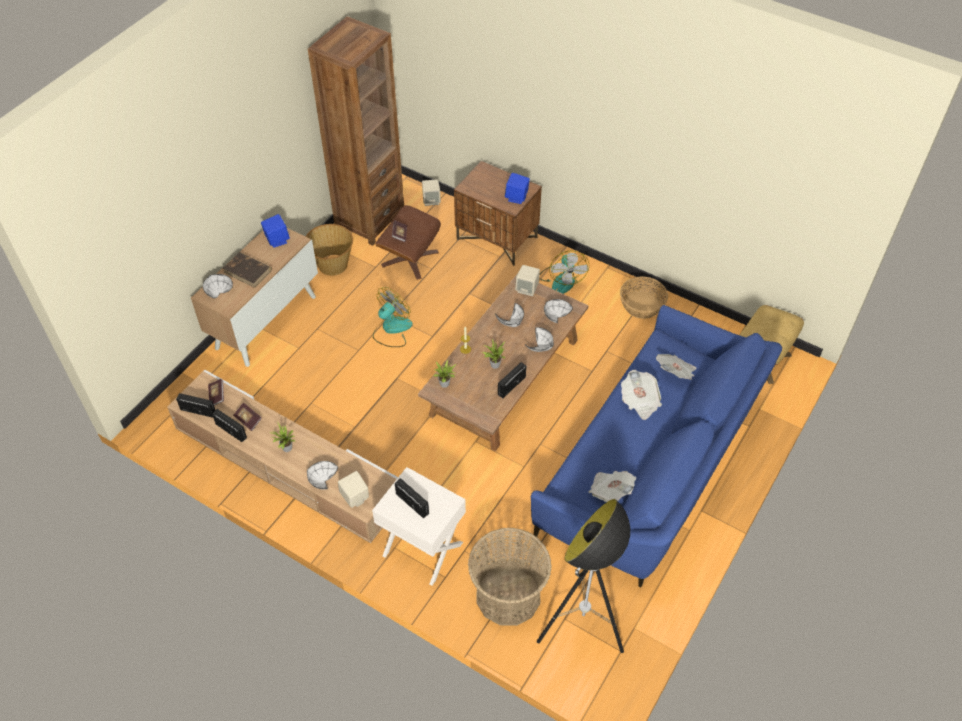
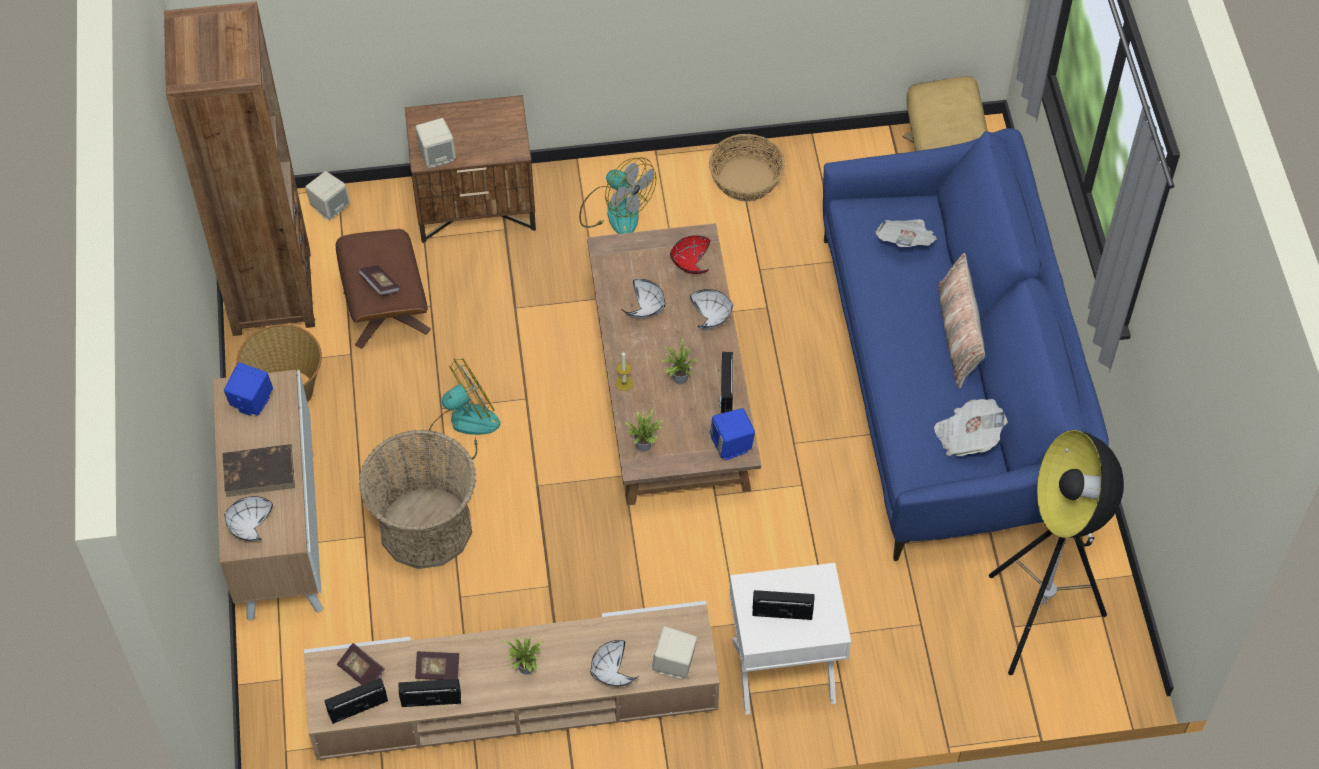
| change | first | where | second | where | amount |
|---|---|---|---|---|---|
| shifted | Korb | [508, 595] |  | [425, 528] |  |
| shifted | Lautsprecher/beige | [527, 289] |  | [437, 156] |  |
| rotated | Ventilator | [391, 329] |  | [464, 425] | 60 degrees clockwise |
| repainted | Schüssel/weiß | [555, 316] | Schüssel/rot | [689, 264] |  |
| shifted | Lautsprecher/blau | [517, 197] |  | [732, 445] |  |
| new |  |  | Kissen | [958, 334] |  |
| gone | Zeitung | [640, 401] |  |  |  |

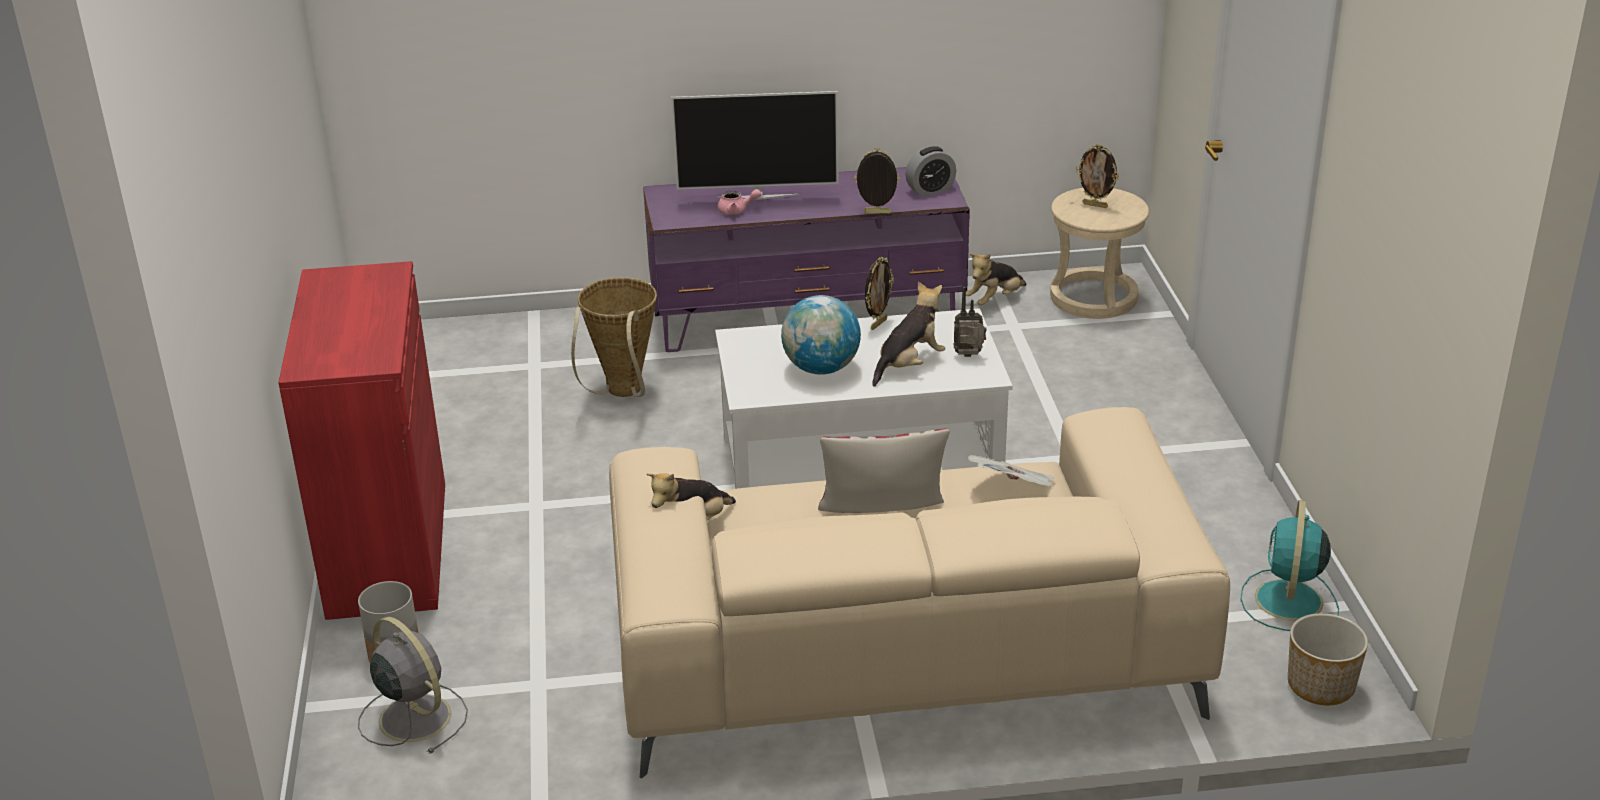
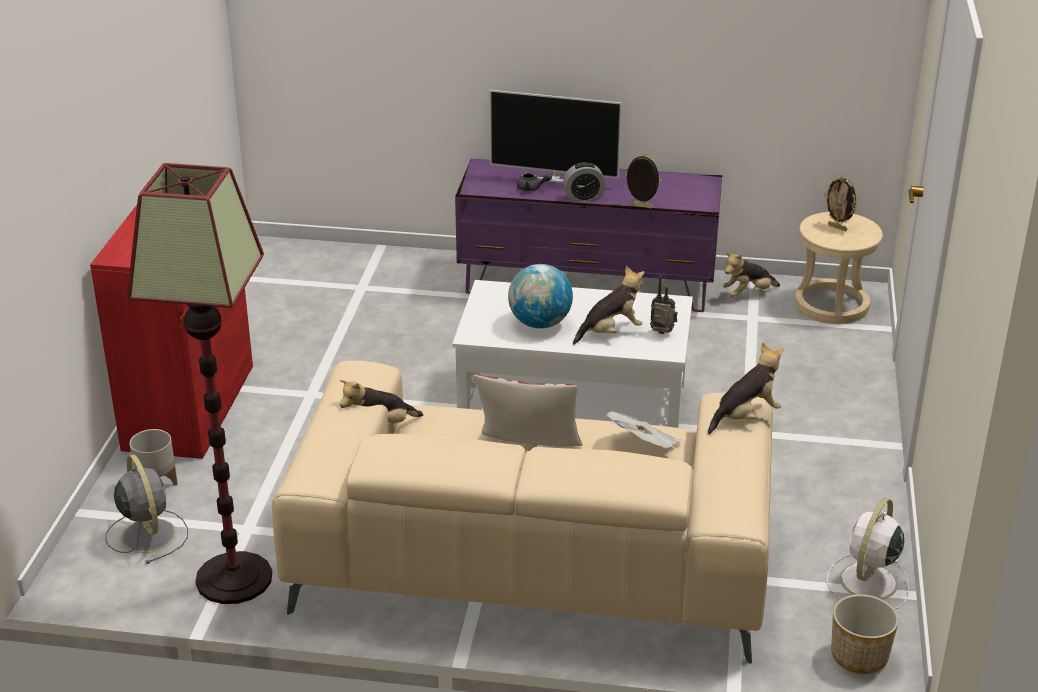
| change | first | where | second | where | amount |
|---|---|---|---|---|---|
| new |  |  | Stehlampe | [233, 579] |  |
| repainted | Teekanne/rosa | [737, 211] | Teekanne/grau | [532, 188] |  |
| shifted | Wecker | [930, 189] |  | [583, 198] |  |
| new |  |  | Plüschtier | [745, 417] |  |
| repainted | Ventilator/türkis | [1288, 602] | Ventilator/weiß | [867, 583] |  |
| gone | Korb | [622, 393] |  |  |  |
| gone | Bilderrahmen | [878, 324] |  |  |  |

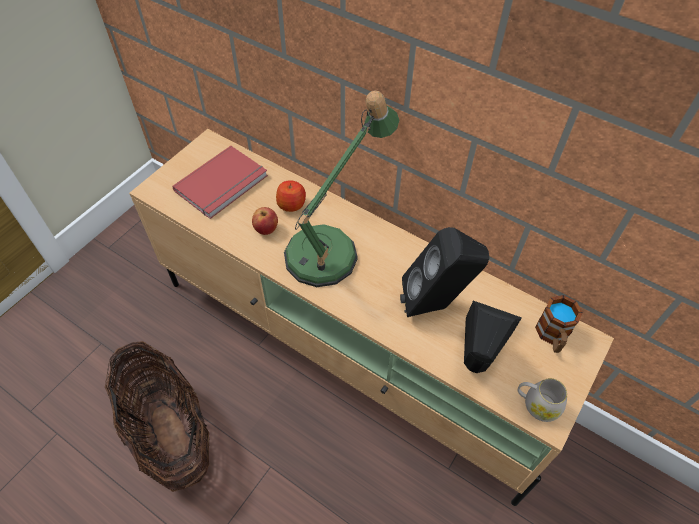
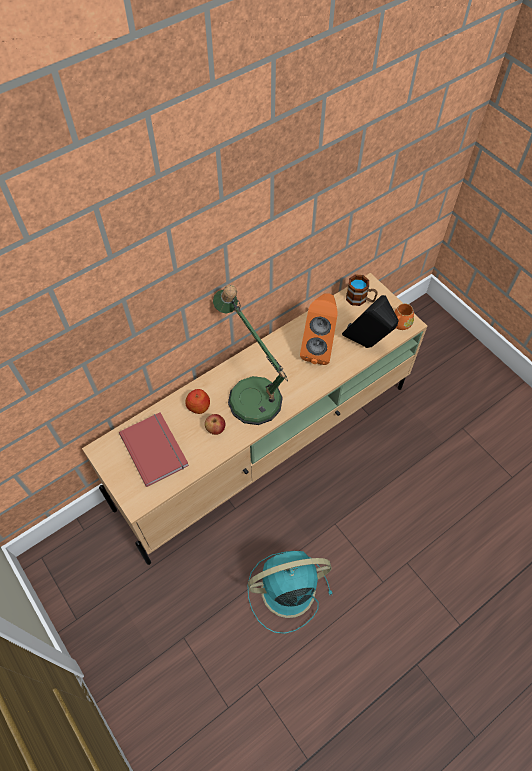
| change | first | where | second | where | amount |
|---|---|---|---|---|---|
| swapped | Korb | [170, 431] | Ventilator/türkis | [285, 590] |  |
| repainted | Lautsprecher/schwarz | [436, 305] | Lautsprecher/orange | [318, 348] |  |
| repainted | Henkelbecher/weiß | [536, 404] | Henkelbecher/orange | [399, 325] |  |

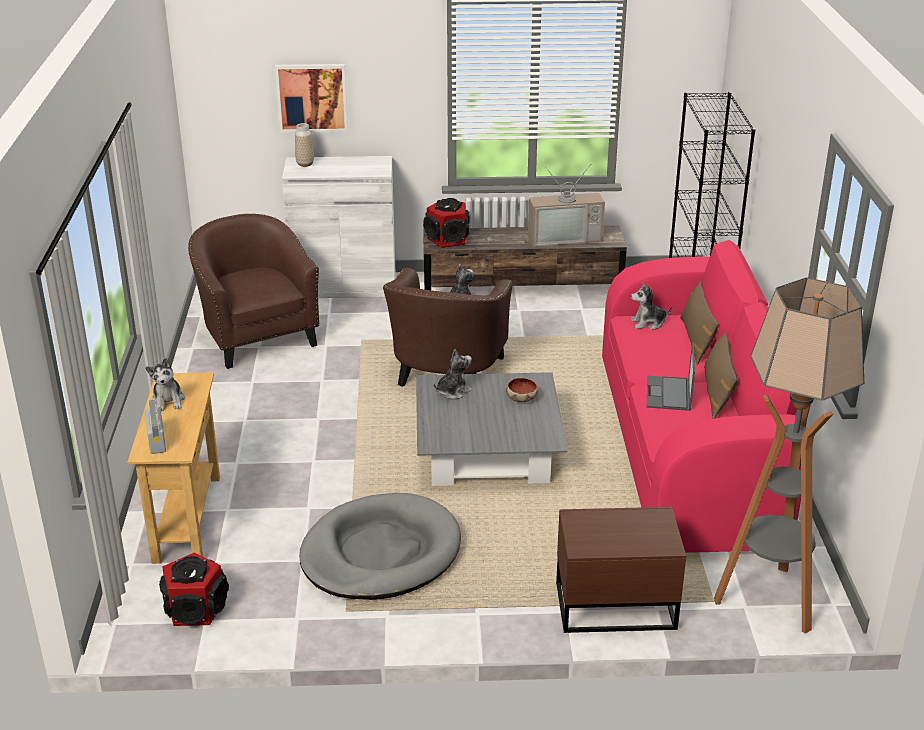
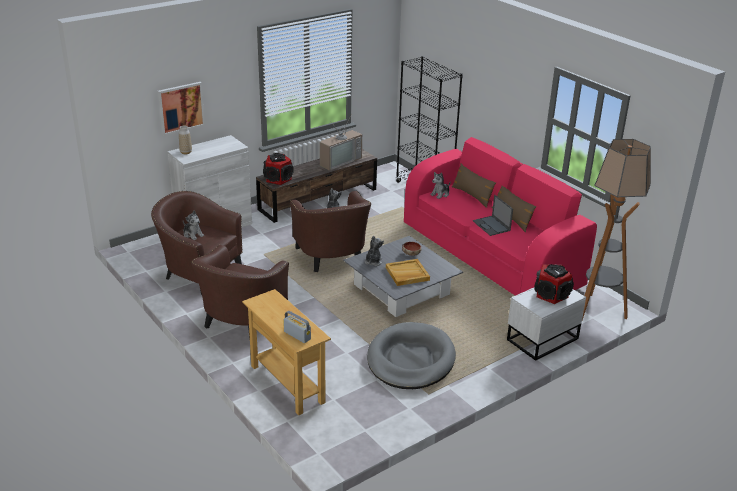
| change | first | where | second | where | amount |
|---|---|---|---|---|---|
| shifted | Plüschtier | [168, 401] |  | [193, 234] |  |
| new |  |  | Sessel/braun | [240, 321] |  |
| new |  |  | Tablett/beige | [407, 274] |  |
| repainted | Nachttisch/braun | [613, 604] | Nachttisch/weiß | [540, 339] |  |
| shifted | Lautsprecher | [196, 609] |  | [551, 294] |  |

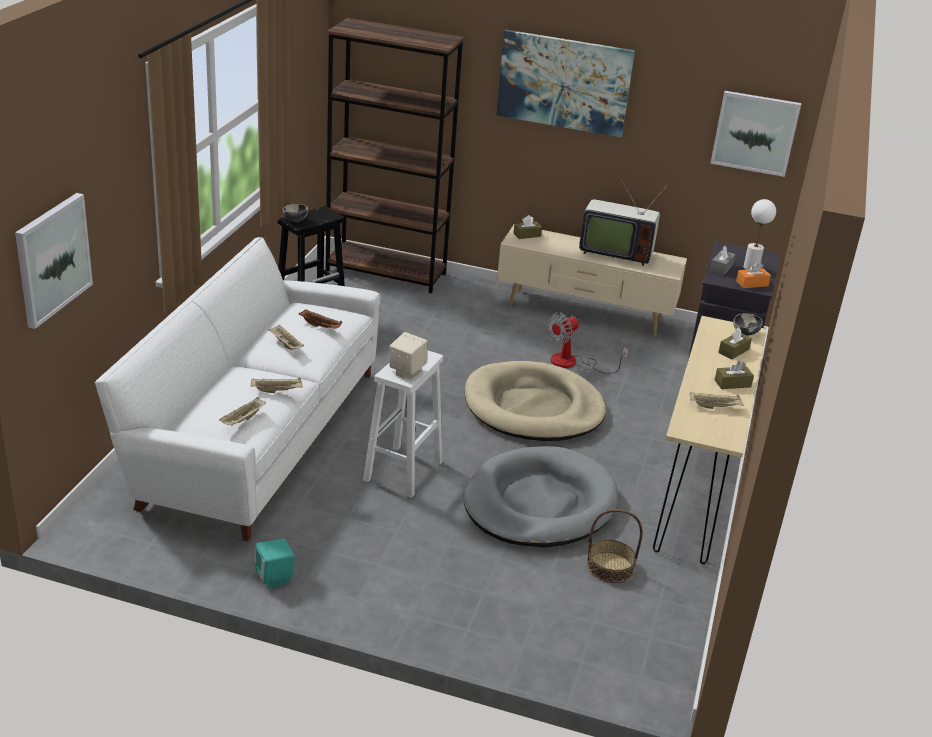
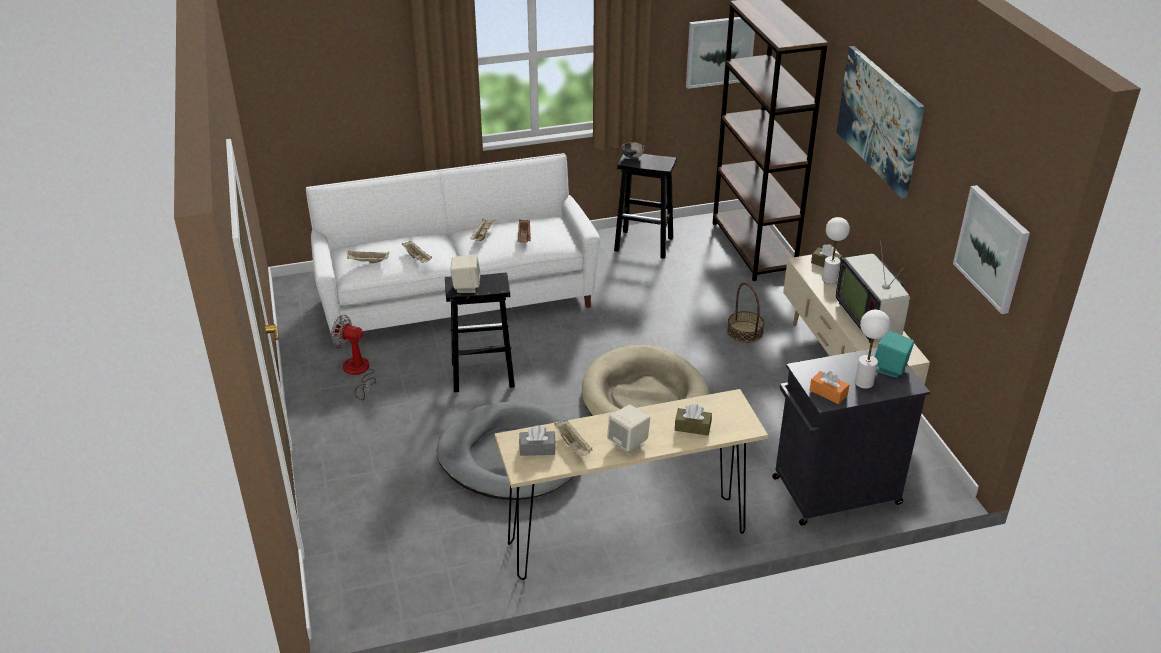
| change | first | where | second | where | amount |
|---|---|---|---|---|---|
| shifted | Ventilator | [573, 363] |  | [358, 372] |  |
| repainted | Hocker/weiß | [402, 472] | Hocker/schwarz | [481, 375] |  |
| shifted | Taschentuchbox/grau | [721, 268] |  | [537, 449] |  |
| swapped | Taschentuchbox/braun | [732, 383] | Lautsprecher/beige | [628, 444] |  |
| shifted | Bild | [52, 259] |  | [719, 51] |  |
| shifted | Korb | [610, 567] |  | [745, 332] |  |
| new |  |  | Tischlampe/weiß | [829, 279] |  |
| shifted | Lautsprecher/türkis | [274, 577] |  | [890, 368] |  |
| gone | Schüssel | [745, 333] |  |  |  |

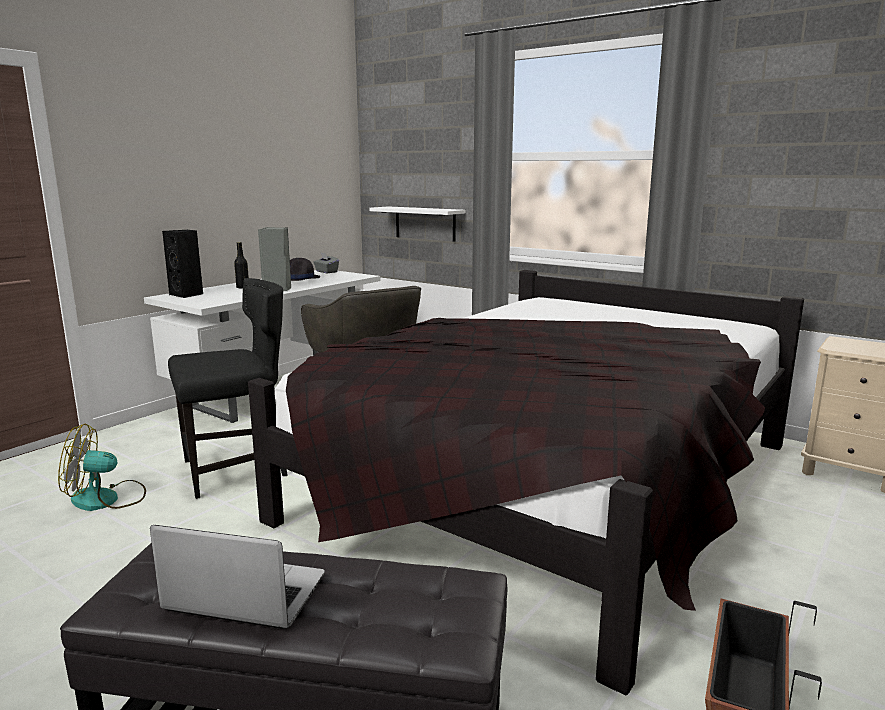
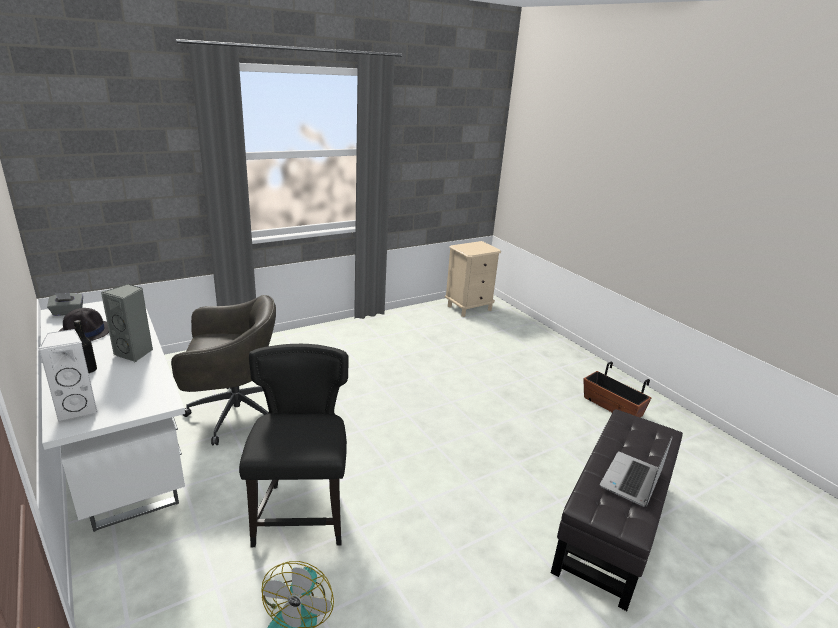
| change | first | where | second | where | amount |
|---|---|---|---|---|---|
| repainted | Lautsprecher/schwarz | [187, 295] | Lautsprecher/weiß | [79, 409] |  |
| gone | Bett/schwarz | [552, 482] |  |  |  |
| gone | Wandregal/weiß | [425, 223] |  |  |  |

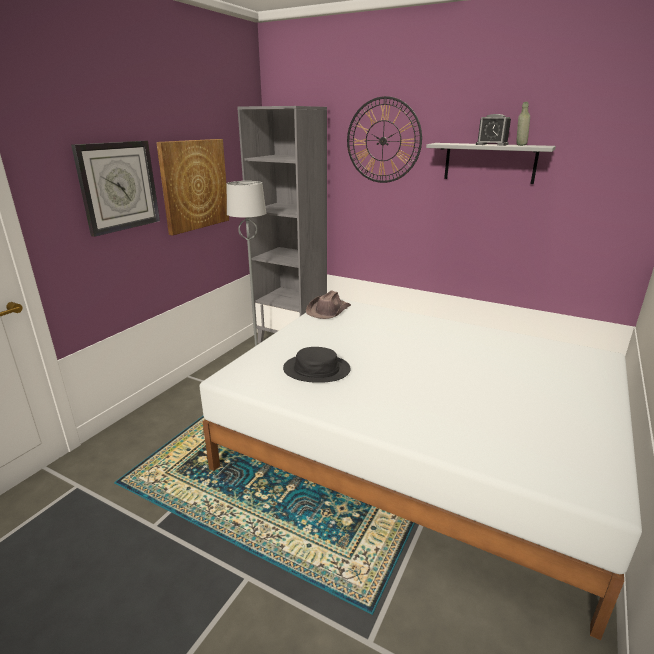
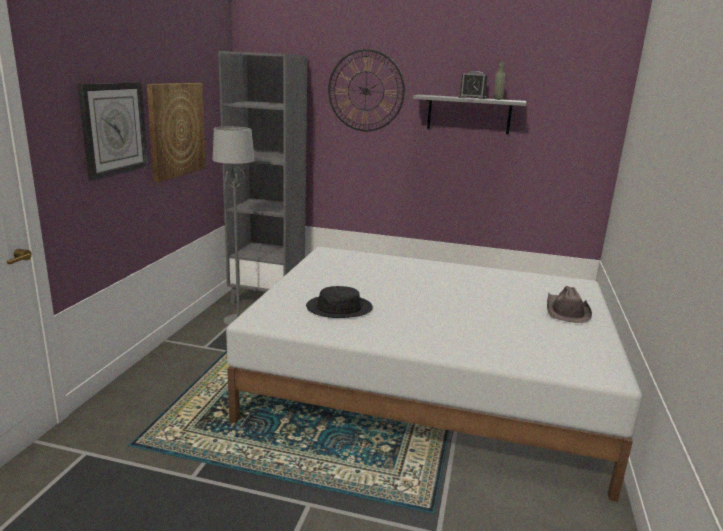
| change | first | where | second | where | amount |
|---|---|---|---|---|---|
| shifted | Hut/braun | [328, 310] |  | [566, 311] |  |

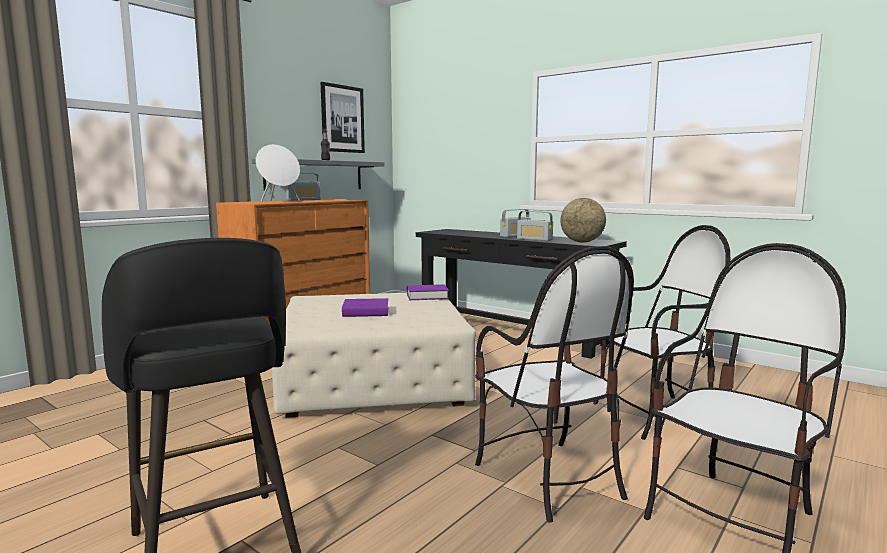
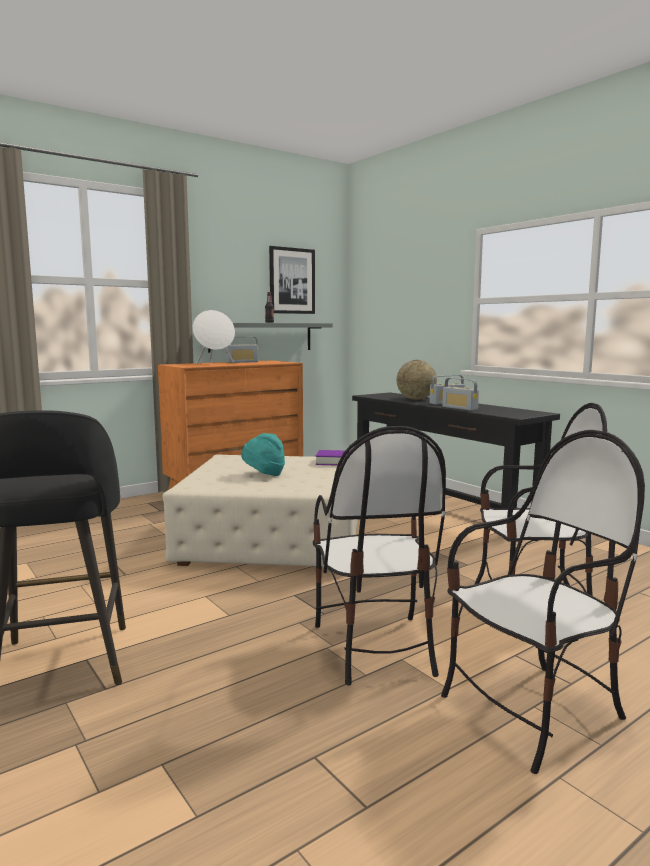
| change | first | where | second | where | amount |
|---|---|---|---|---|---|
| swapped | Buch/lila | [366, 312] | Hut/türkis | [264, 474] |  |
| shifted | Globus | [582, 242] |  | [416, 399] |  |

